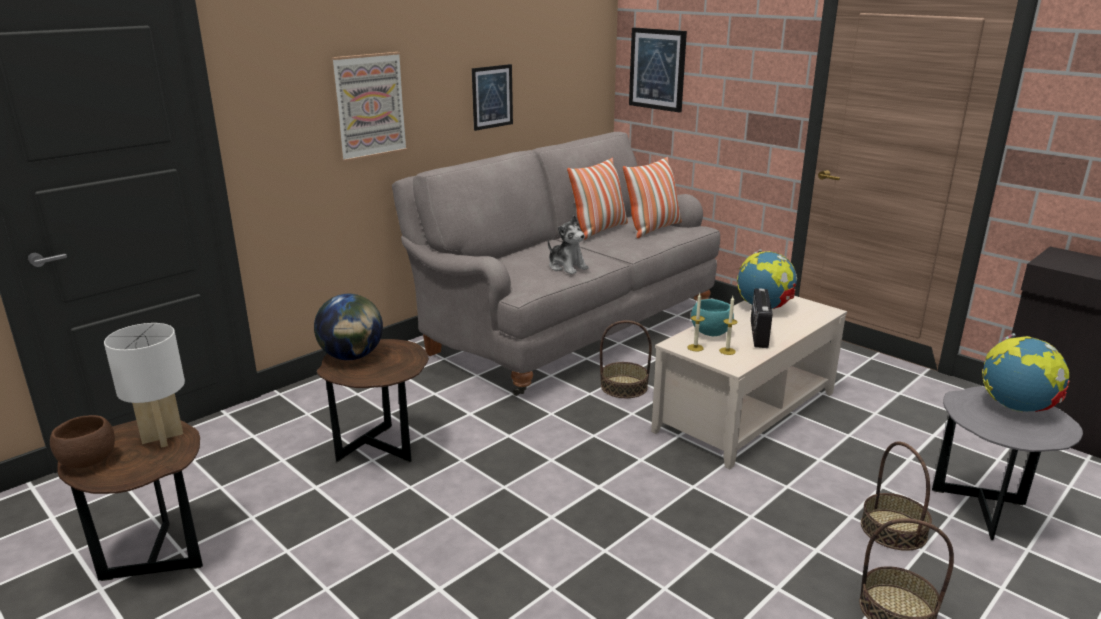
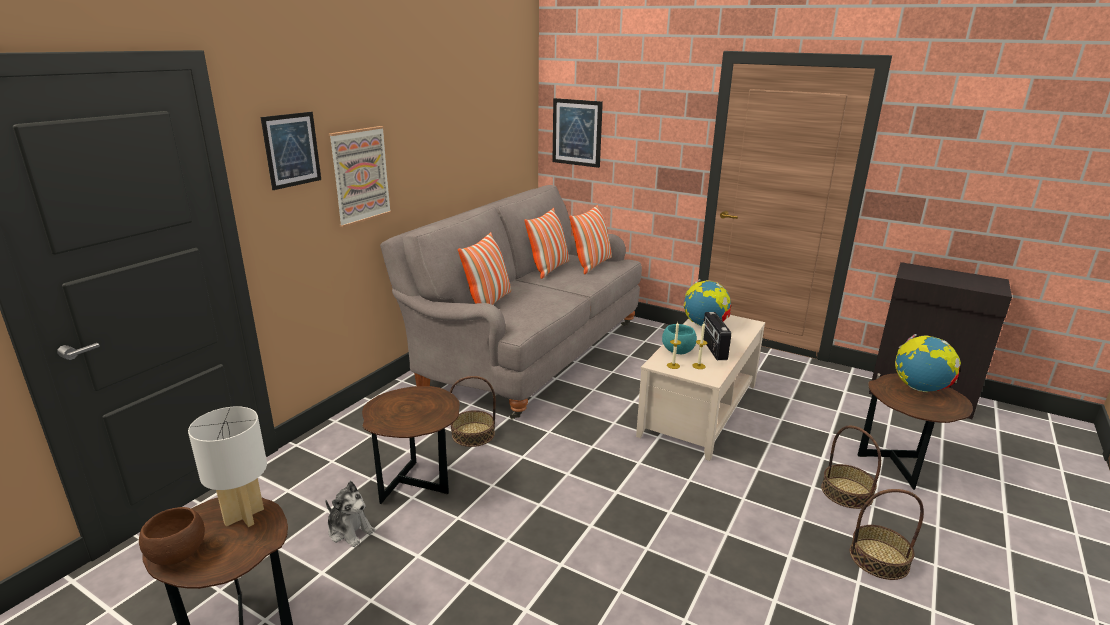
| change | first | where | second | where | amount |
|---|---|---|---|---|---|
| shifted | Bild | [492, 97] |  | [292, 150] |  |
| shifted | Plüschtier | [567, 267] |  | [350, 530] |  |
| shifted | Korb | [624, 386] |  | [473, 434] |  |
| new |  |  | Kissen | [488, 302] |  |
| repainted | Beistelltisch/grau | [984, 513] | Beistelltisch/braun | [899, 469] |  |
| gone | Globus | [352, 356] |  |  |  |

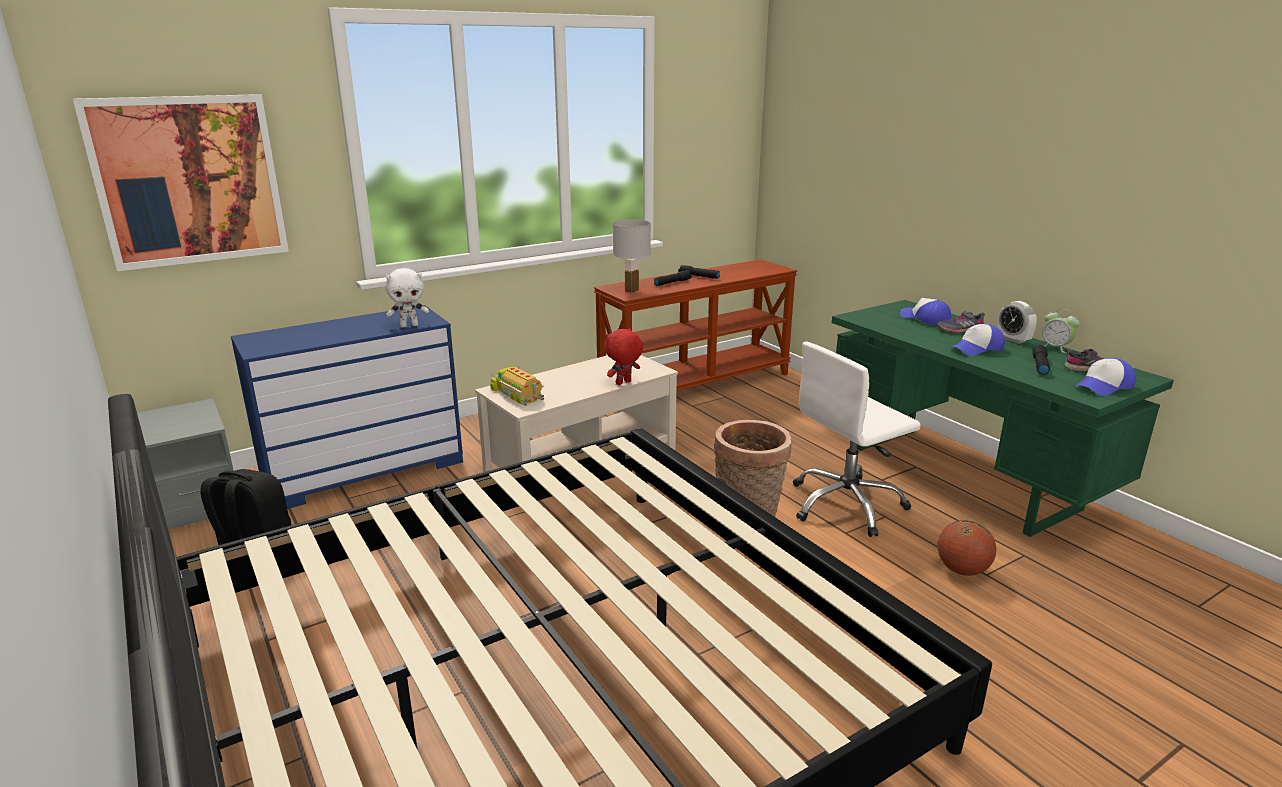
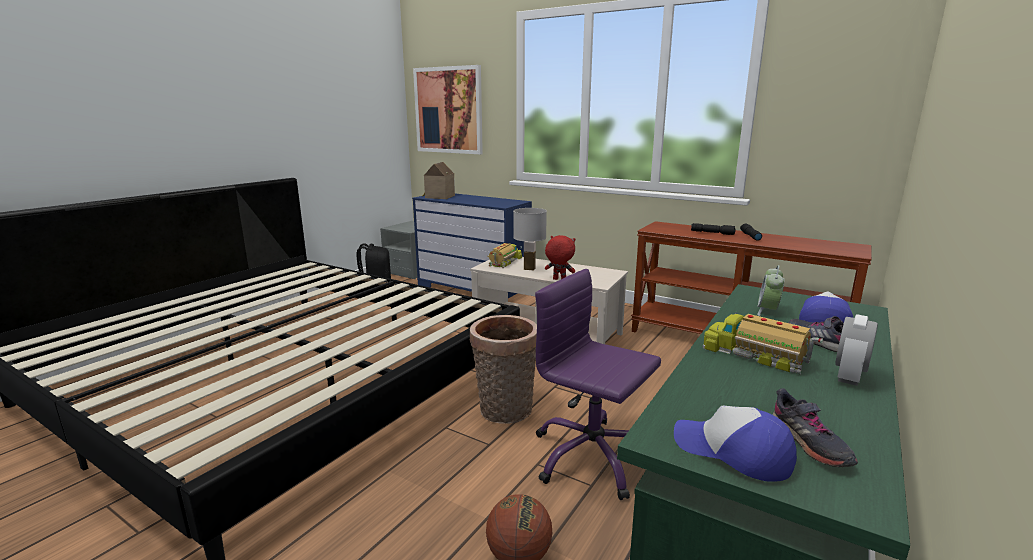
| change | first | where | second | where | amount |
|---|---|---|---|---|---|
| new |  |  | Spielzeughaus | [438, 197] |  |
| shifted | Tischlampe/weiß | [632, 291] |  | [529, 269] |  |
| repainted | Bürostuhl/weiß | [846, 505] | Bürostuhl/lila | [591, 457] |  |
| swapped | Kappe | [977, 349] | Spielzeuglaster | [756, 354] |  |
| shifted | Wecker | [1055, 348] |  | [767, 311] |  |
| gone | Plüschtier/weiß | [409, 325] |  |  |  |
| gone | Taschenlampe/schwarz | [1039, 365] |  |  |  |

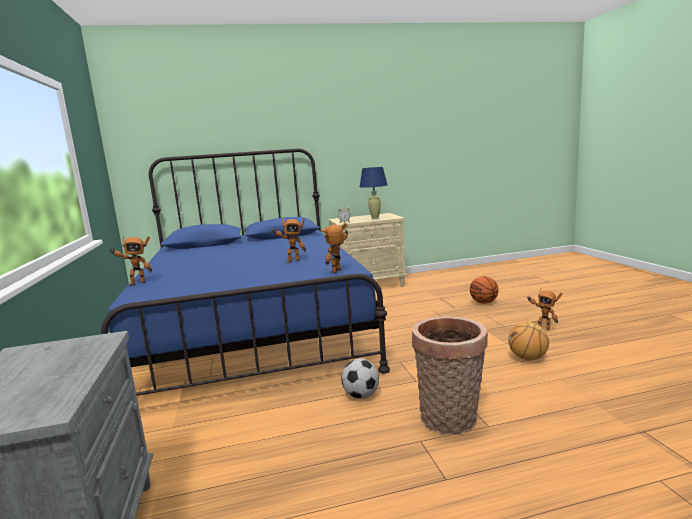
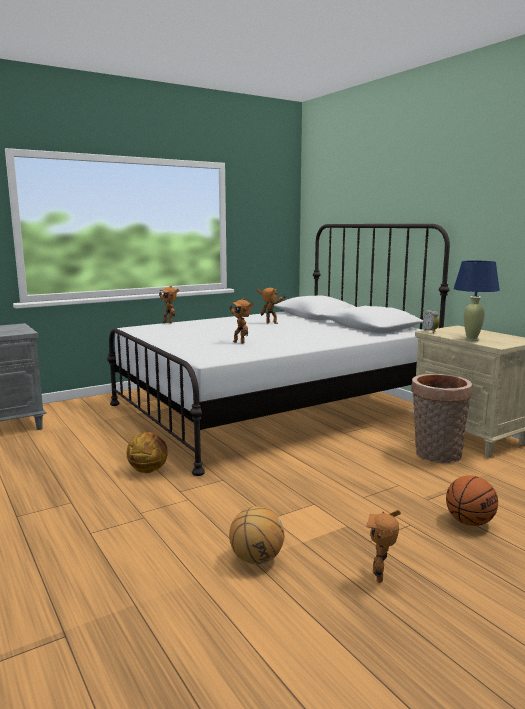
| change | first | where | second | where | amount |
|---|---|---|---|---|---|
| repainted | Bett/blau | [254, 331] | Bett/weiß | [272, 409] |  |
| swapped | Fußball | [361, 395] | Basketball | [148, 470] |  |
| shifted | Spielzeugroboter | [339, 271] |  | [272, 323] |  |
| shifted | Korb | [450, 421] |  | [436, 456] |  |

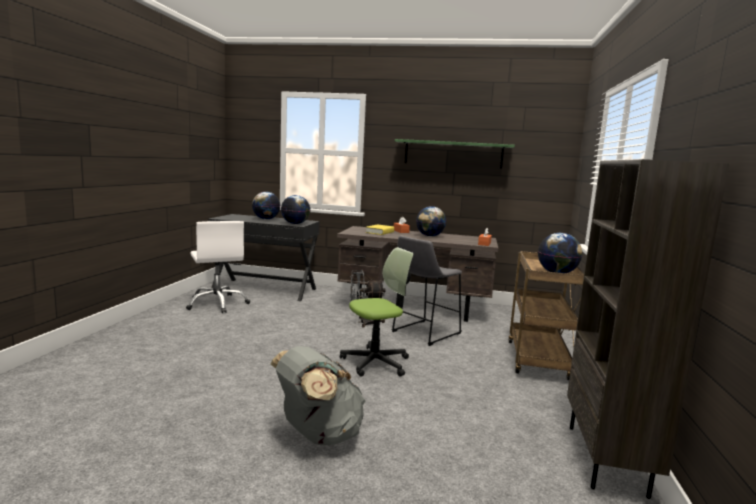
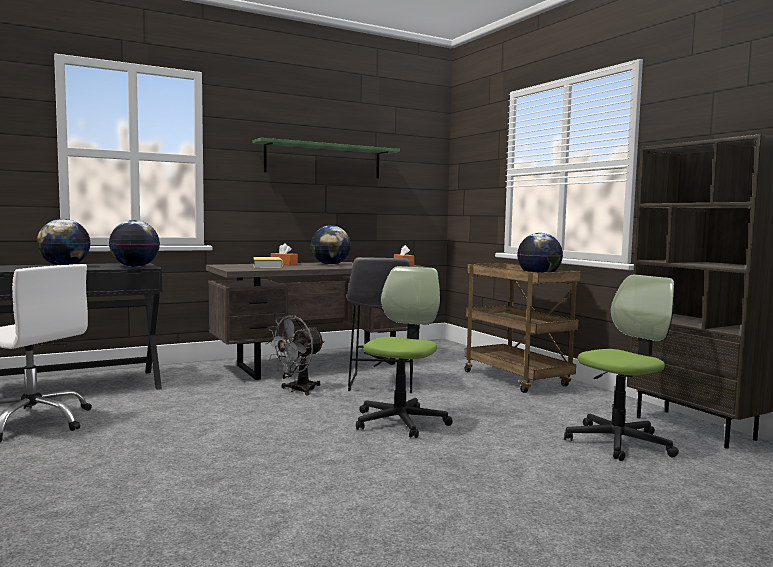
| change | first | where | second | where | amount |
|---|---|---|---|---|---|
| new |  |  | Bürostuhl | [618, 442] |  |
| gone | Rucksack/grau | [318, 435] |  |  |  |

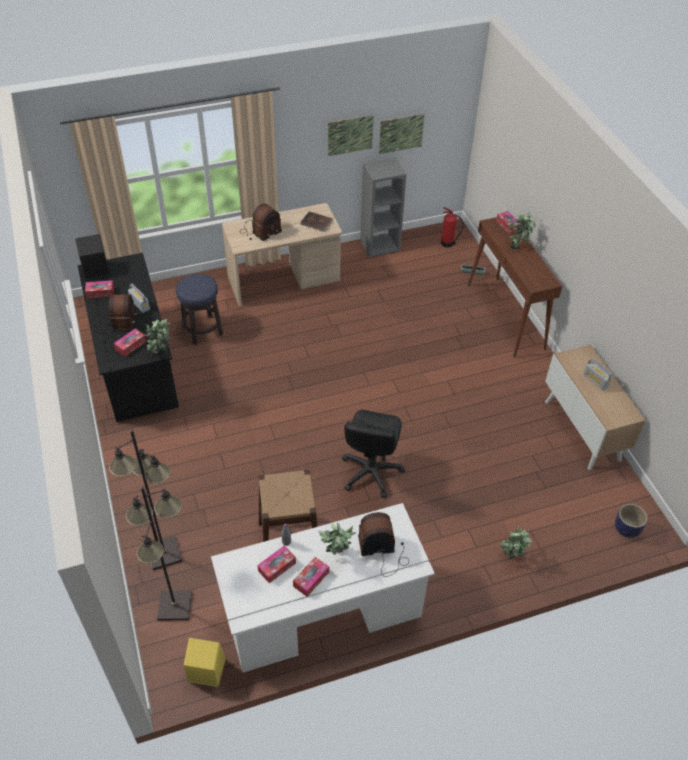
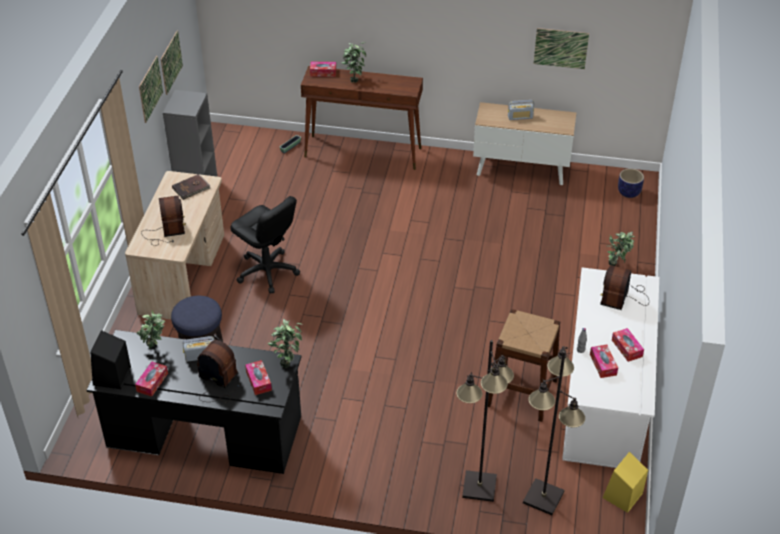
| change | first | where | second | where | amount |
|---|---|---|---|---|---|
| shifted | Topfpflanze | [337, 555] |  | [155, 348] |  |
| shifted | Bürostuhl/schwarz | [370, 472] |  | [267, 272] |  |
| new |  |  | Bild | [561, 48] |  |
| gone | Feuerlöscher | [448, 243] |  |  |  |

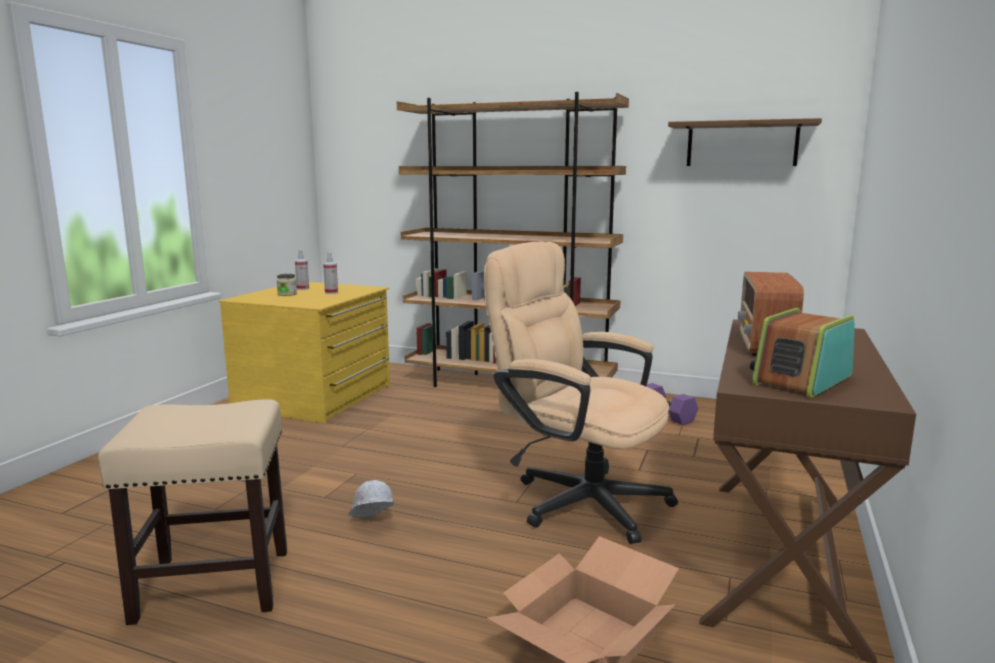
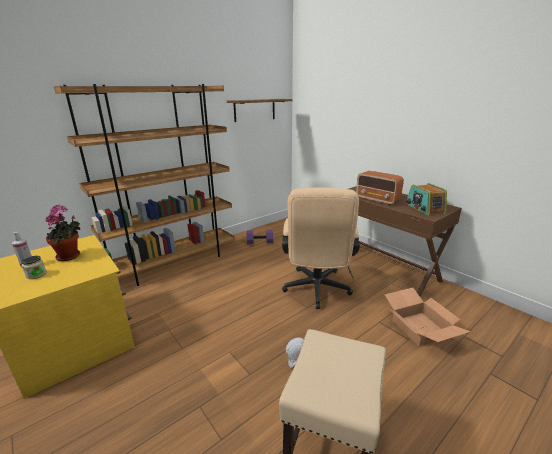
| change | first | where | second | where | amount |
|---|---|---|---|---|---|
| swapped | Sprühflasche | [331, 292] | Topfpflanze | [70, 256] |  |
| rotated | Bürostuhl/beige | [577, 498] |  | [316, 291] | 60 degrees counterclockwise |

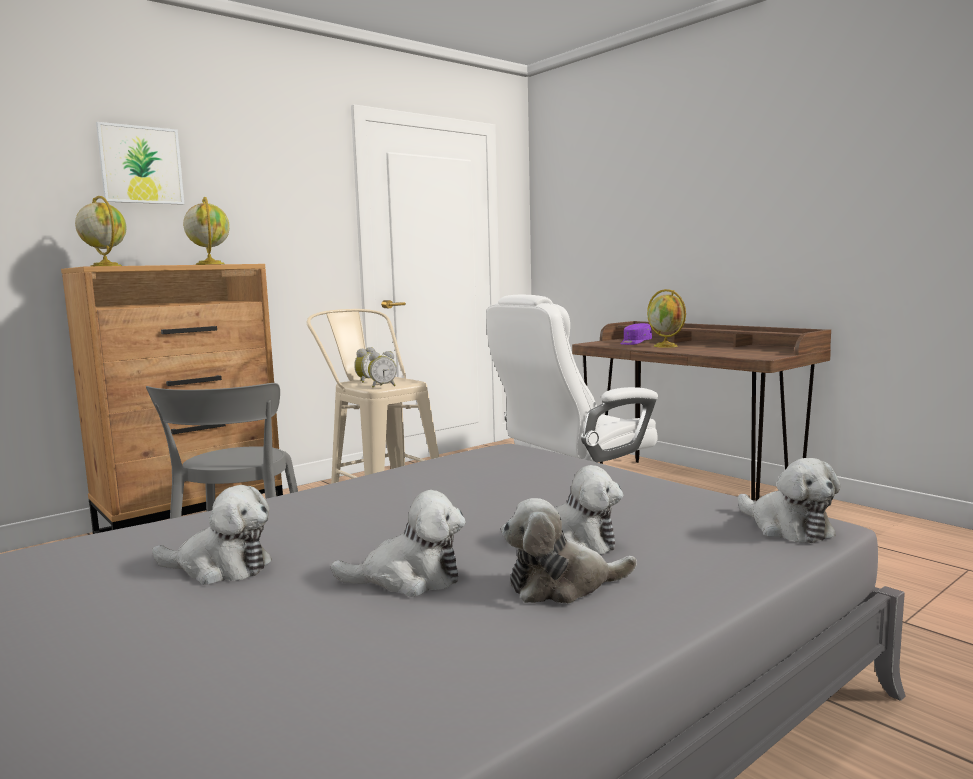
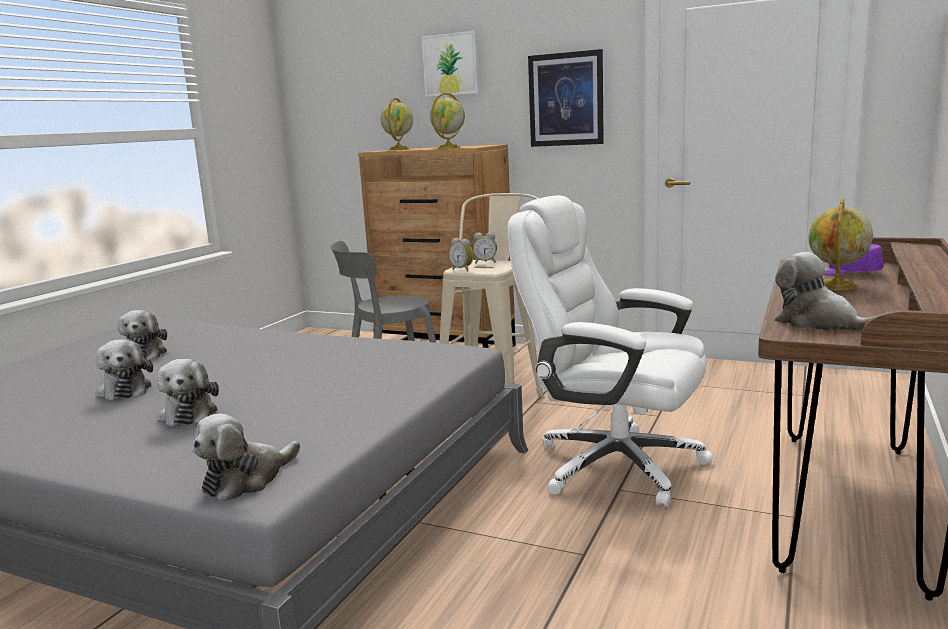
| change | first | where | second | where | amount |
|---|---|---|---|---|---|
| new |  |  | Bild | [566, 99] |  |
| shifted | Plüschtier | [562, 585] |  | [818, 323] |  |

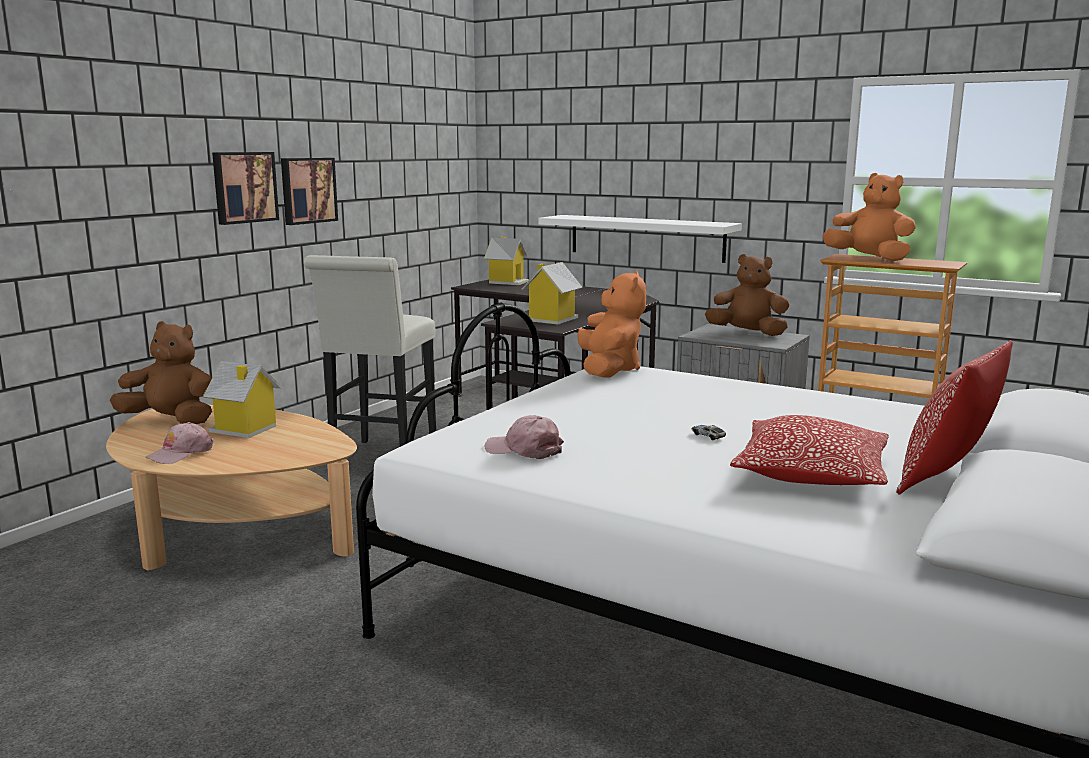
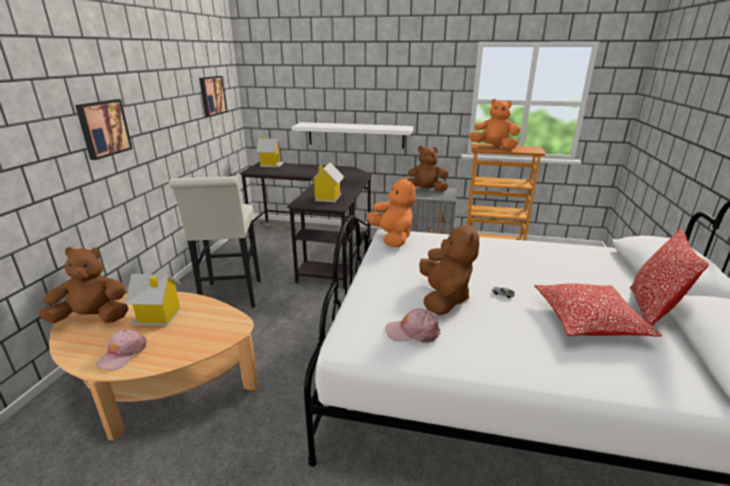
| change | first | where | second | where | amount |
|---|---|---|---|---|---|
| shifted | Bild | [307, 190] |  | [212, 95] |  |
| new |  |  | Plüschtier/braun | [443, 298] |  |

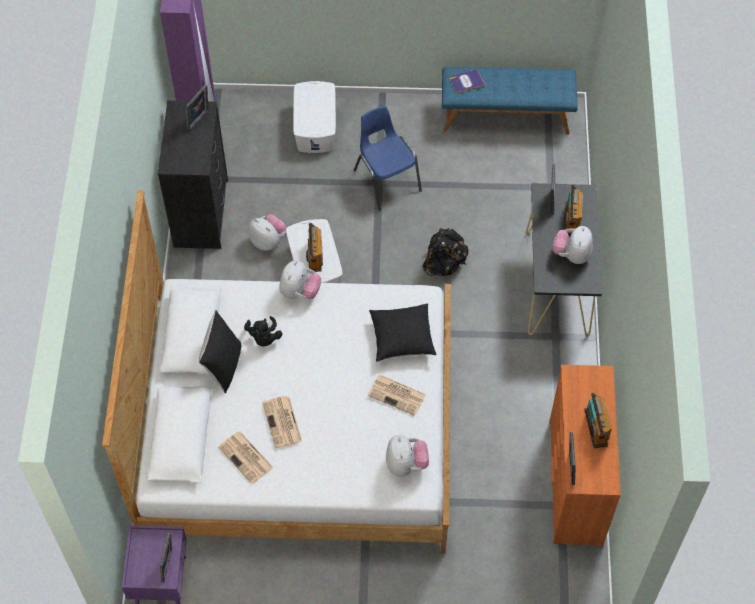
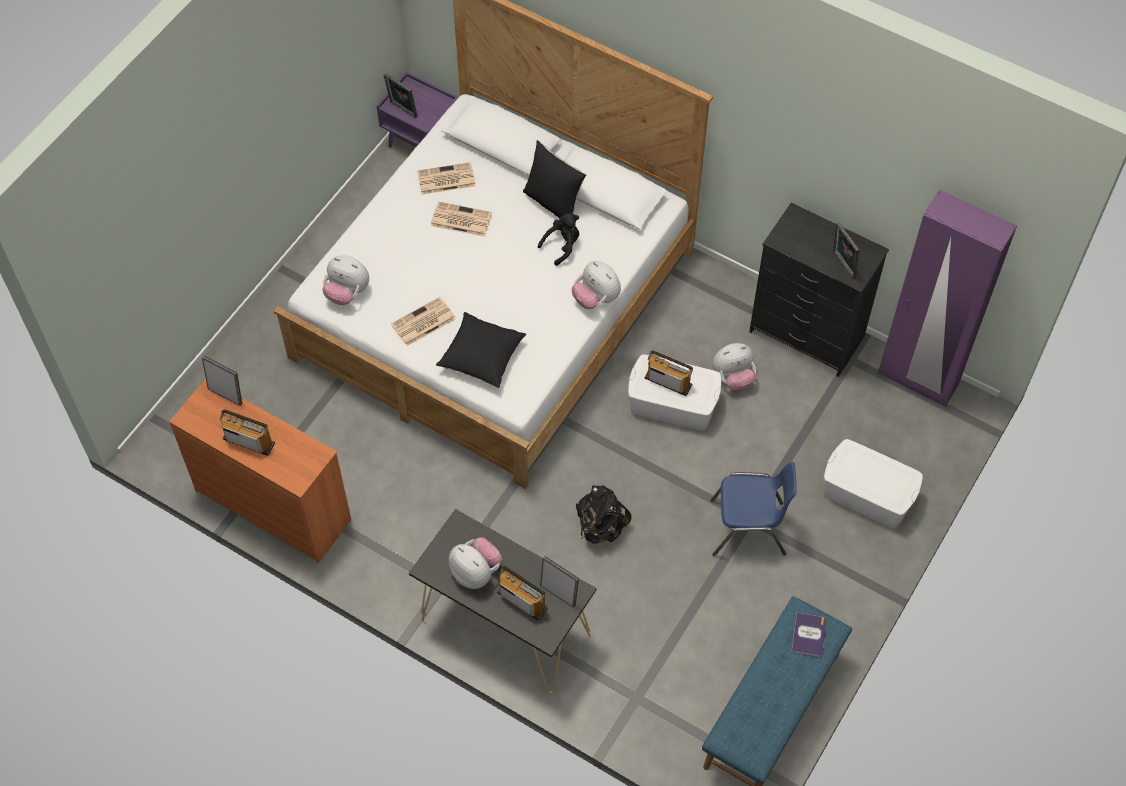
| change | first | where | second | where | amount |
|---|---|---|---|---|---|
| rotated | Plüschtier/schwarz | [264, 337] |  | [562, 246] | 120 degrees clockwise |

